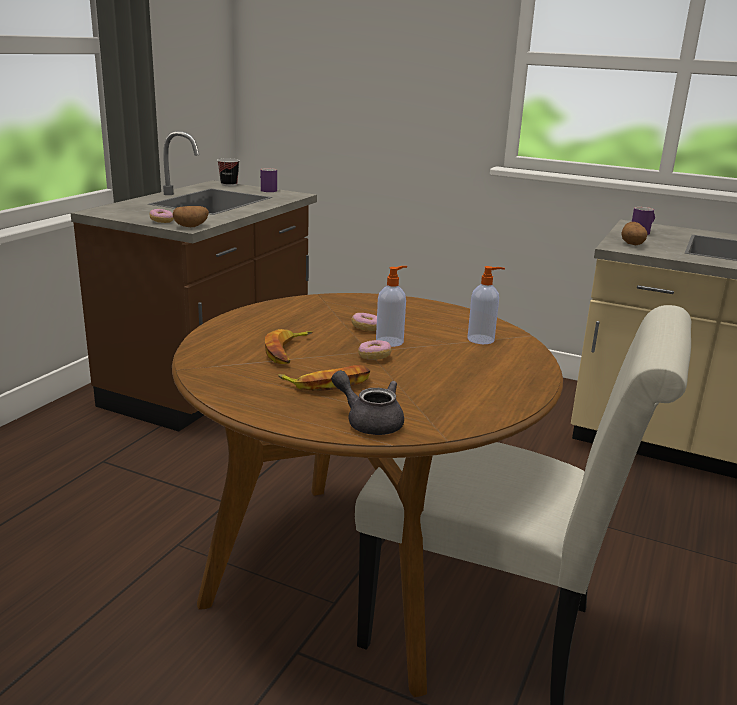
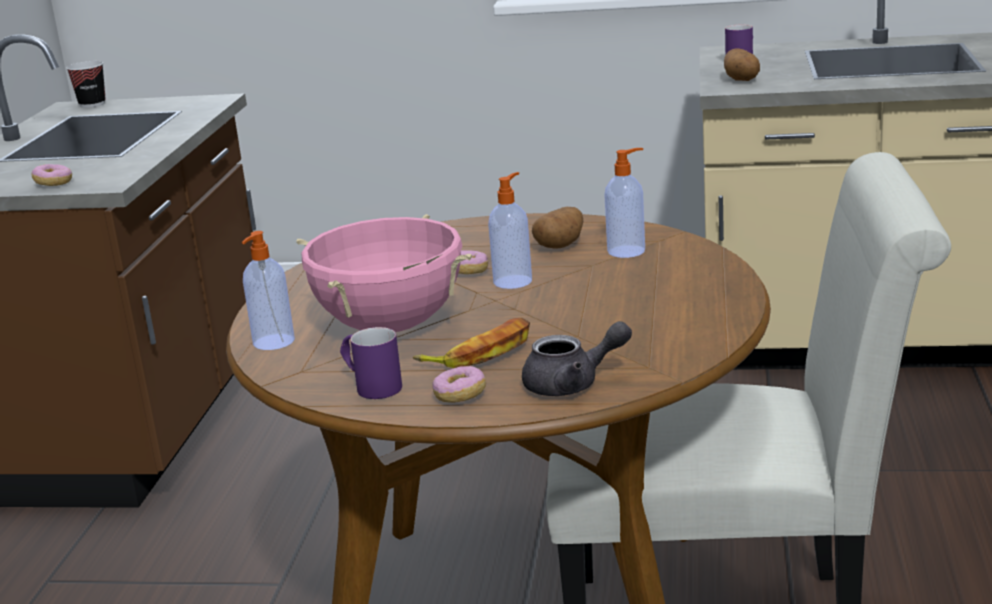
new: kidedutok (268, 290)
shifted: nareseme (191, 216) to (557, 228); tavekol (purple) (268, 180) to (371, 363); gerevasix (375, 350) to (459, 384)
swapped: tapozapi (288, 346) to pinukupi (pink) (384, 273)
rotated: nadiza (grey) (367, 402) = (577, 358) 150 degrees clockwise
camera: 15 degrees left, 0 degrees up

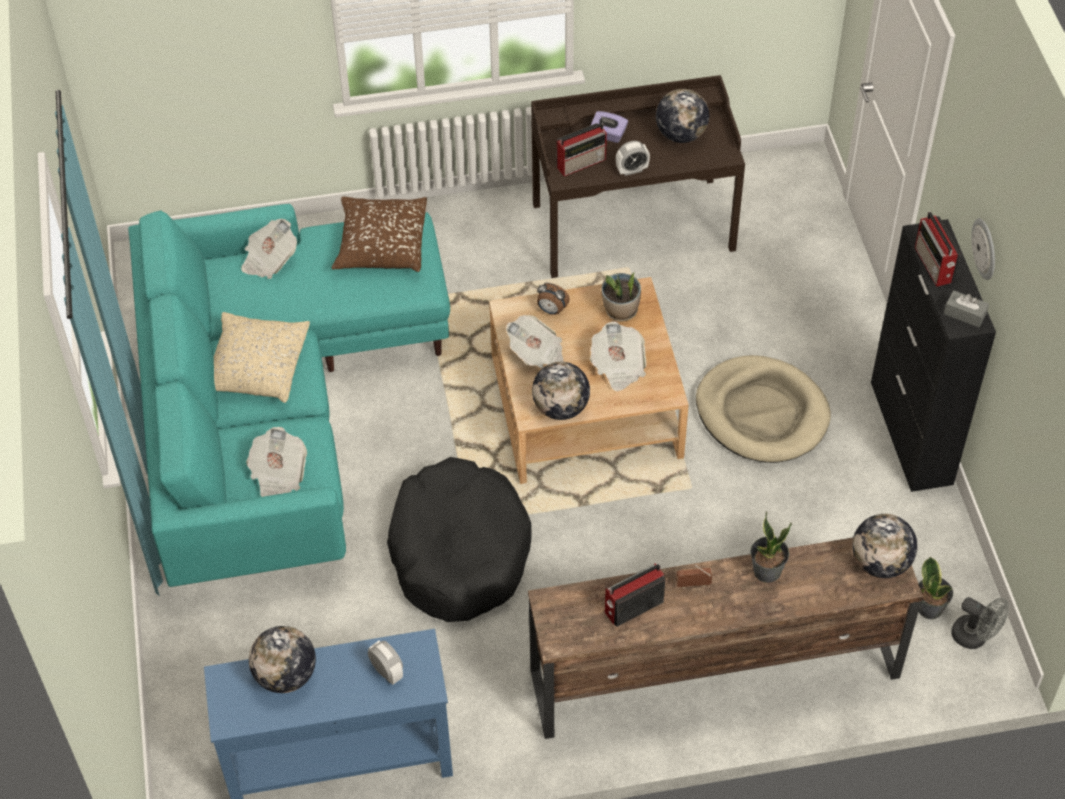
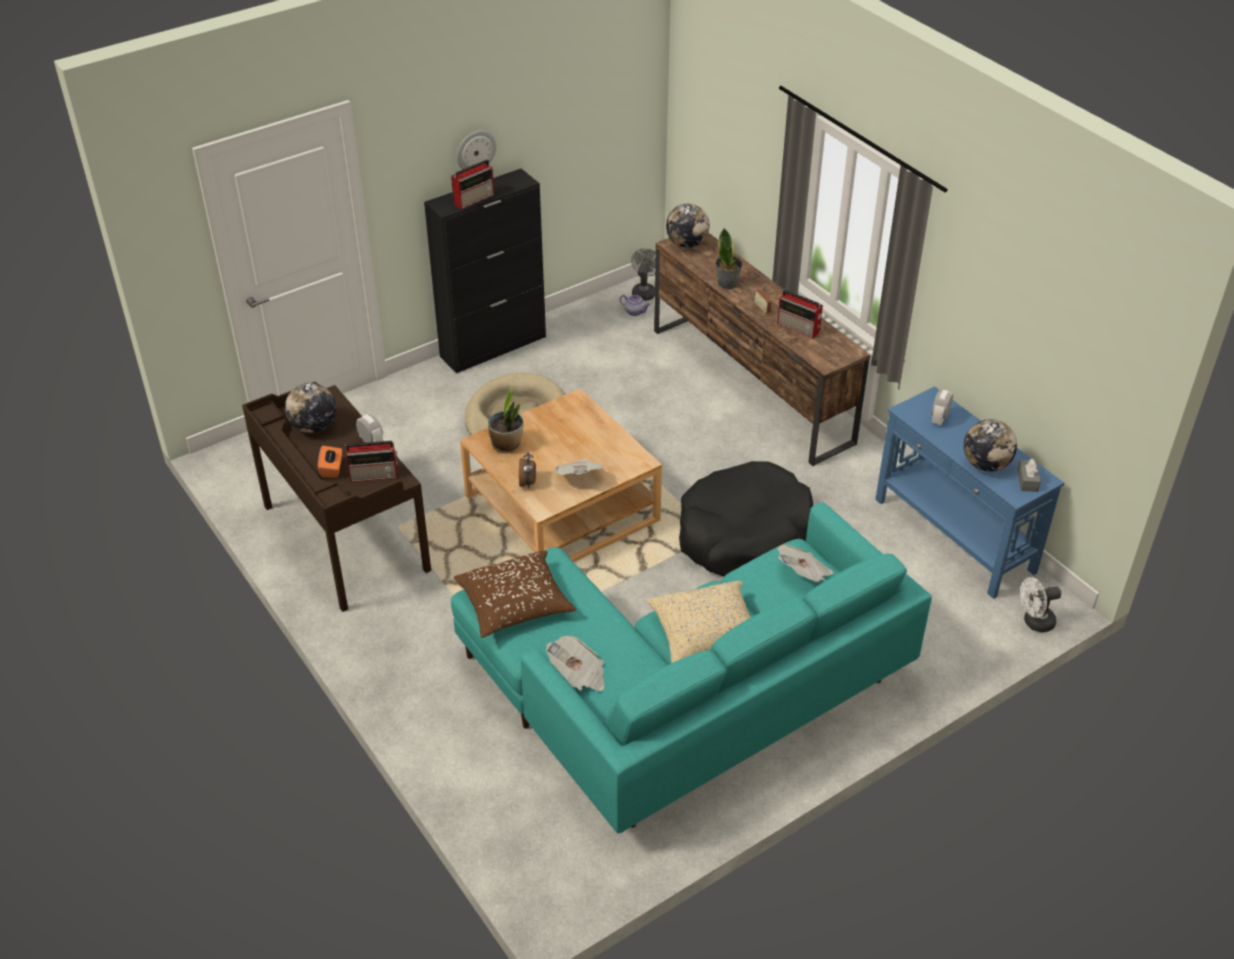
gone: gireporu (561, 391); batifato (618, 356)
new: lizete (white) (1040, 604)
shifted: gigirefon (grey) (966, 308) to (1029, 475)
swapped: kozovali (936, 587) to nadiza (635, 305)
repainted: gigirefon (purple) (609, 127) to gigirefon (orange) (330, 462)
rotated: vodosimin (581, 149) = (371, 461) 135 degrees clockwise
camera: 115 degrees left, 10 degrees down

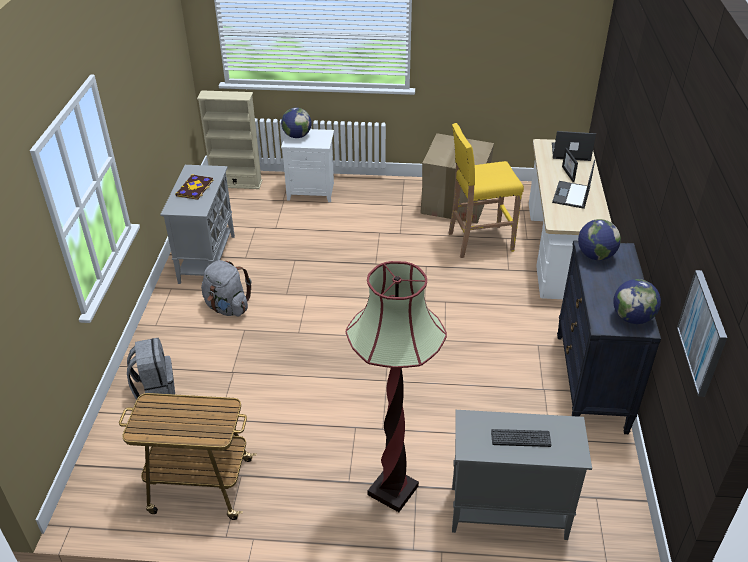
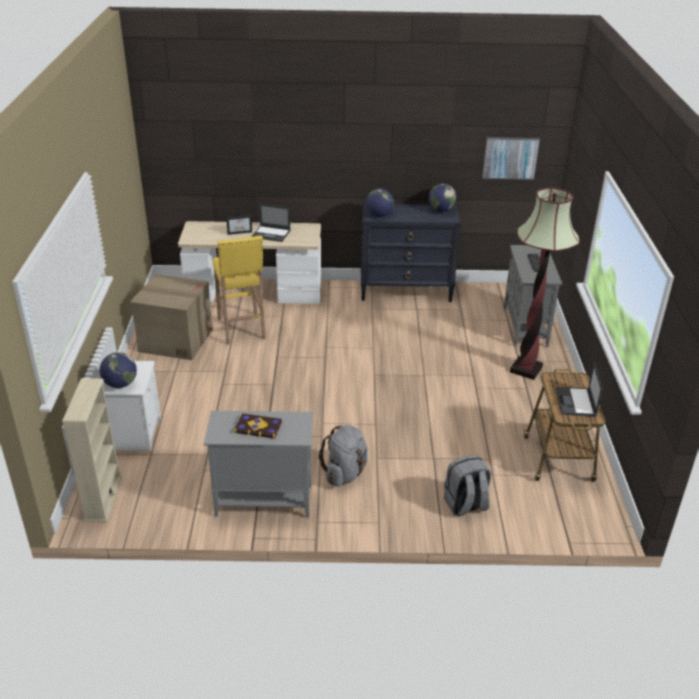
shifted: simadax (574, 146) to (579, 389)
camera: 95 degrees left, 5 degrees down

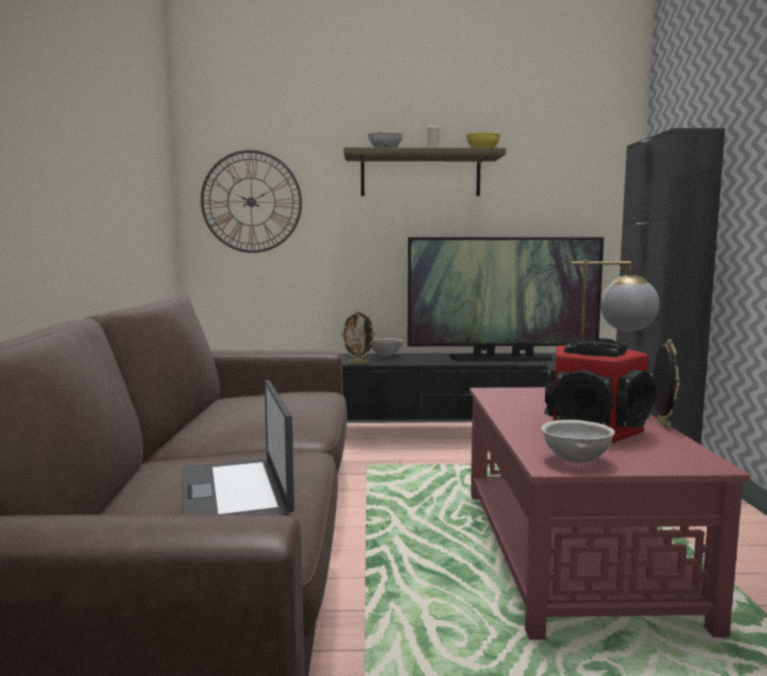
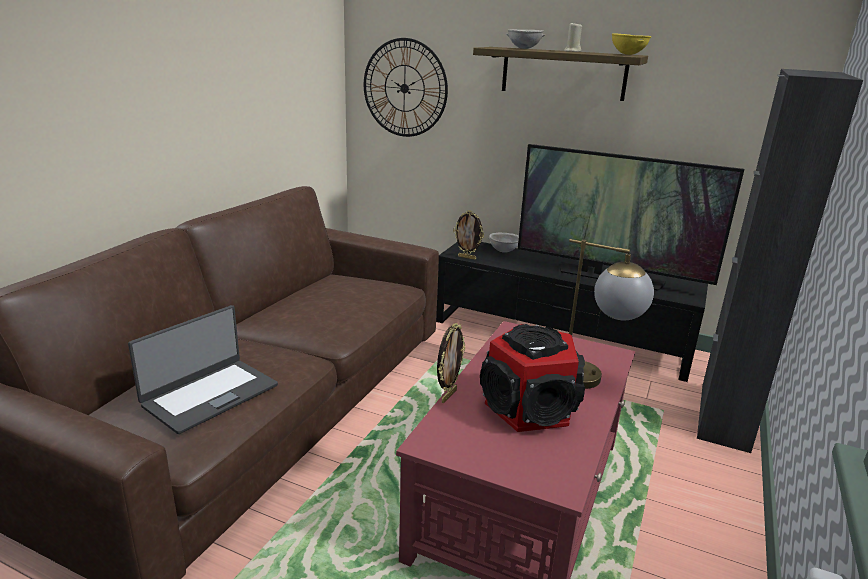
gone: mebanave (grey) (578, 441)
shifted: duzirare (666, 384) to (451, 363)
rotated: simadax (238, 447) = (203, 369) 150 degrees counterclockwise
camera: 25 degrees right, 15 degrees up

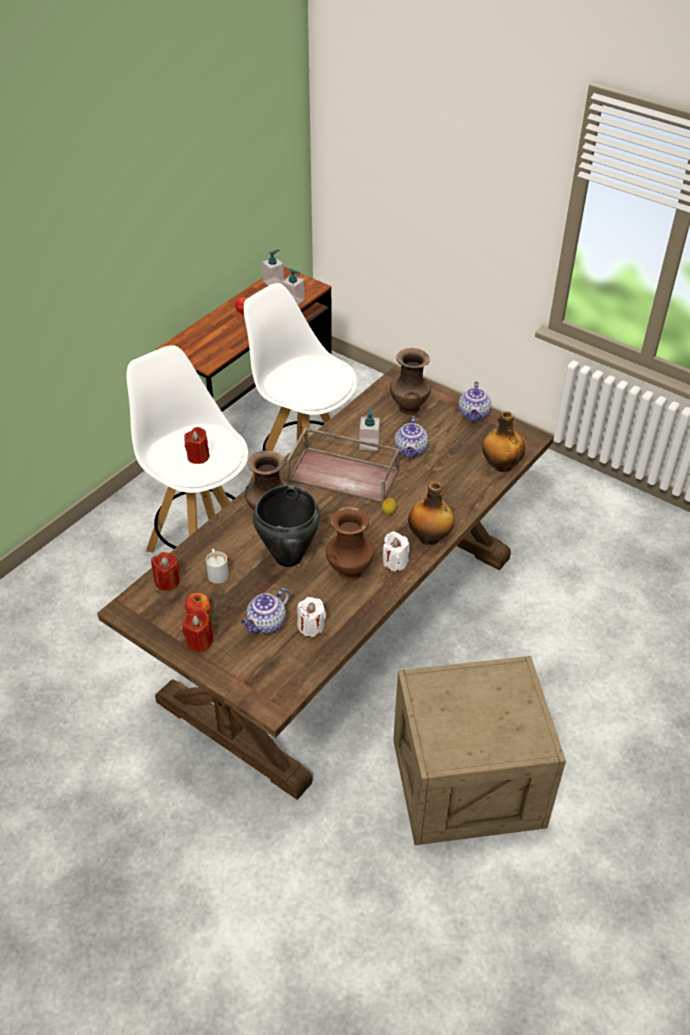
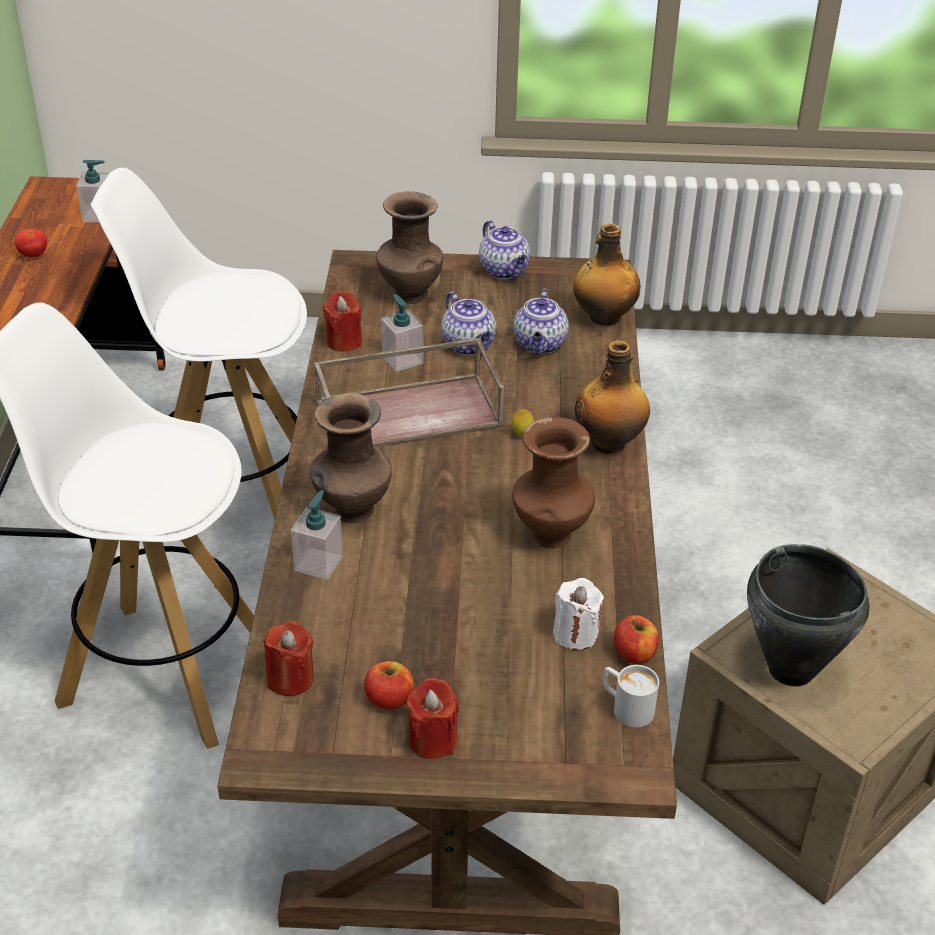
gone: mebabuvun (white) (396, 551)
new: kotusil (636, 639)
shifted: mebabuvun (red) (197, 445) to (342, 321); tavekol (white) (217, 566) to (630, 696); nadiza (265, 611) to (541, 321); pinukupi (black) (286, 526) to (808, 615); kidedutok (273, 267) to (317, 535)
camera: 35 degrees left, 5 degrees down

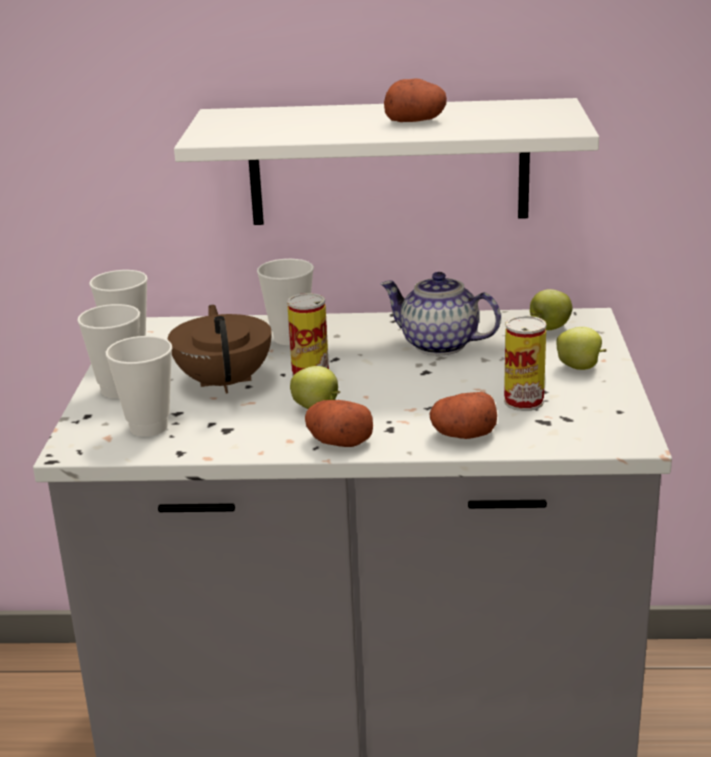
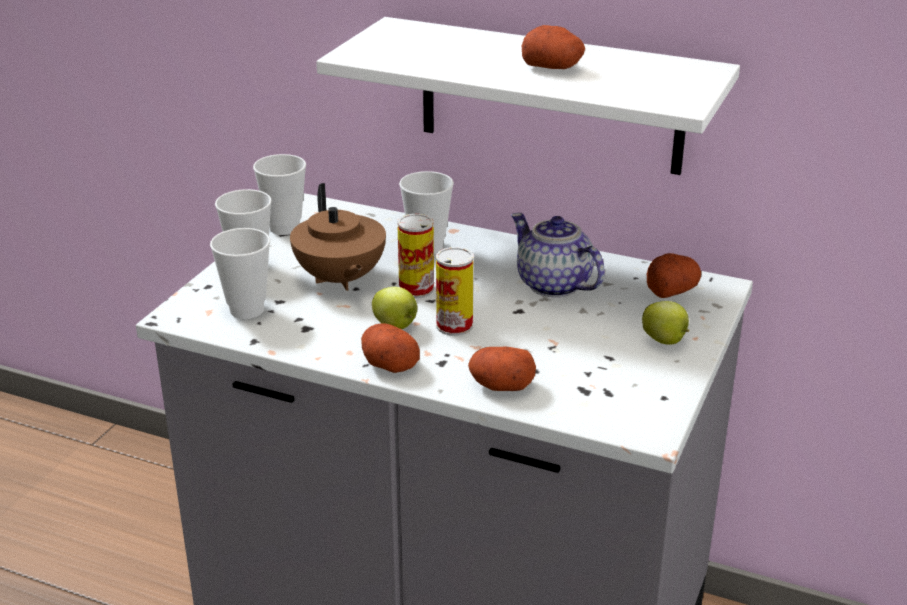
shifted: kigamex (525, 363) to (454, 291)
swapped: kotusil (551, 309) to nareseme (674, 275)
rotated: nadiza (brown) (220, 349) = (338, 237) 150 degrees clockwise
camera: 20 degrees right, 5 degrees up

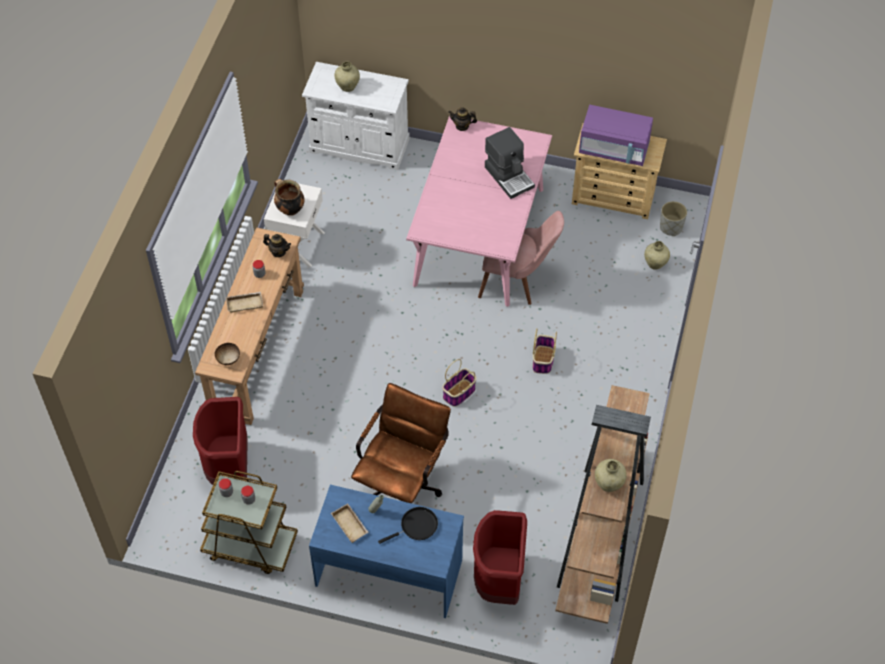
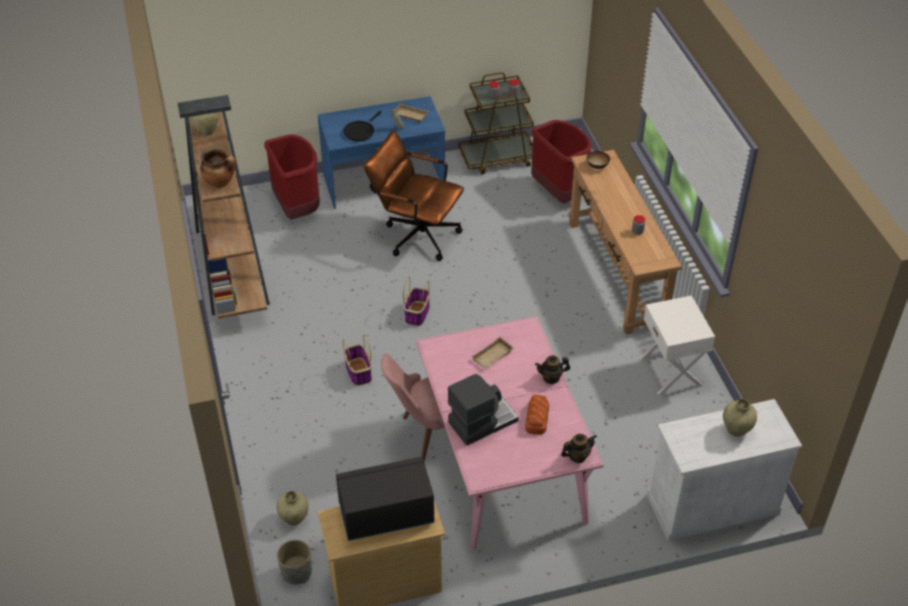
new: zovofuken (537, 415)
shifted: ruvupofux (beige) (244, 302) to (493, 353); nadiza (277, 245) to (552, 369); pinukupi (289, 197) to (218, 167)
repainted: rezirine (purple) (616, 135) to rezirine (black) (385, 499)
rotated: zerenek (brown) (401, 443) = (414, 196) 120 degrees clockwise; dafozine (510, 163) = (483, 409) 120 degrees clockwise
camera: 150 degrees right, 10 degrees down

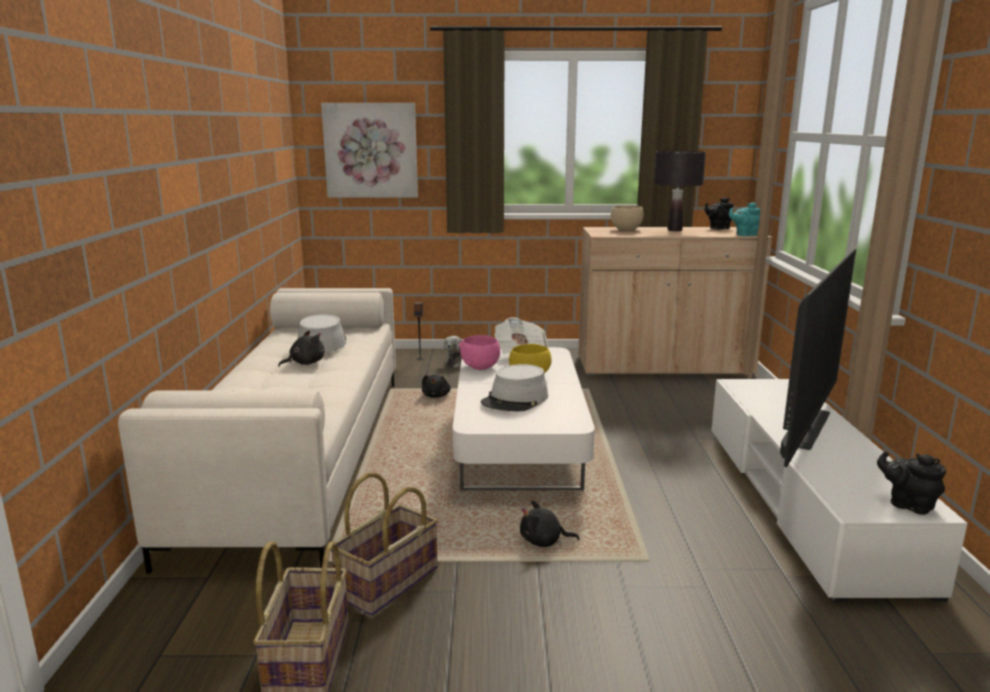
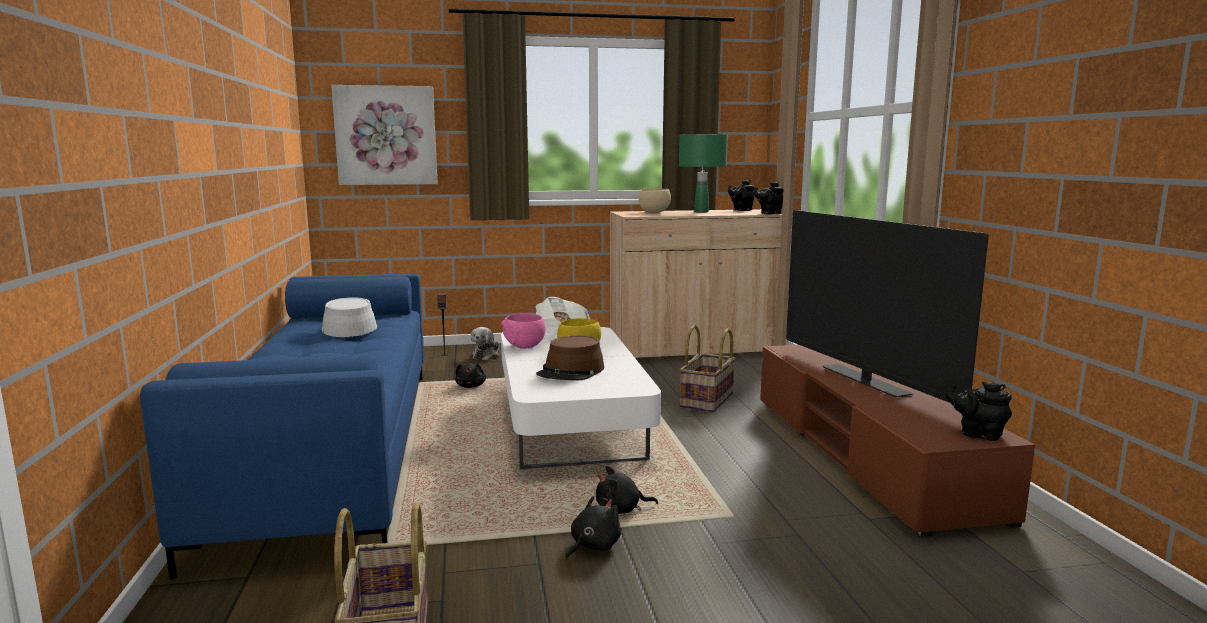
shifted: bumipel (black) (301, 348) to (593, 528); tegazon (384, 544) to (707, 368)
repainted: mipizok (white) (257, 431) to mipizok (blue) (282, 426); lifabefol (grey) (514, 387) to lifabefol (brown) (570, 358); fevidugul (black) (680, 191) to fevidugul (green) (703, 173); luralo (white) (839, 490) to luralo (brown) (897, 441); nadiza (turquoise) (744, 219) to nadiza (black) (769, 198)
rotated: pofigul (818, 358) = (887, 306) 135 degrees clockwise
camera: 10 degrees left, 5 degrees down

